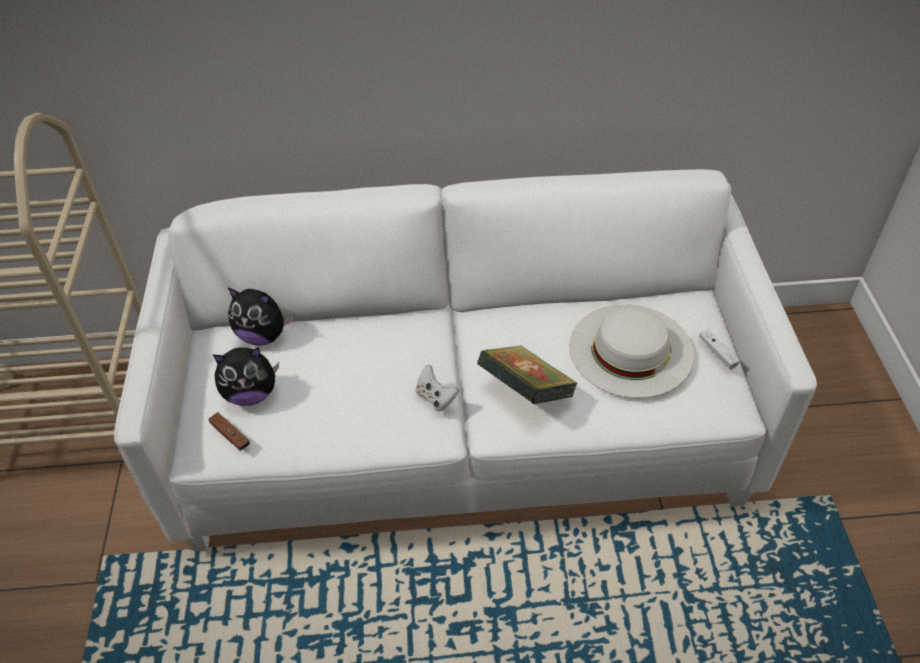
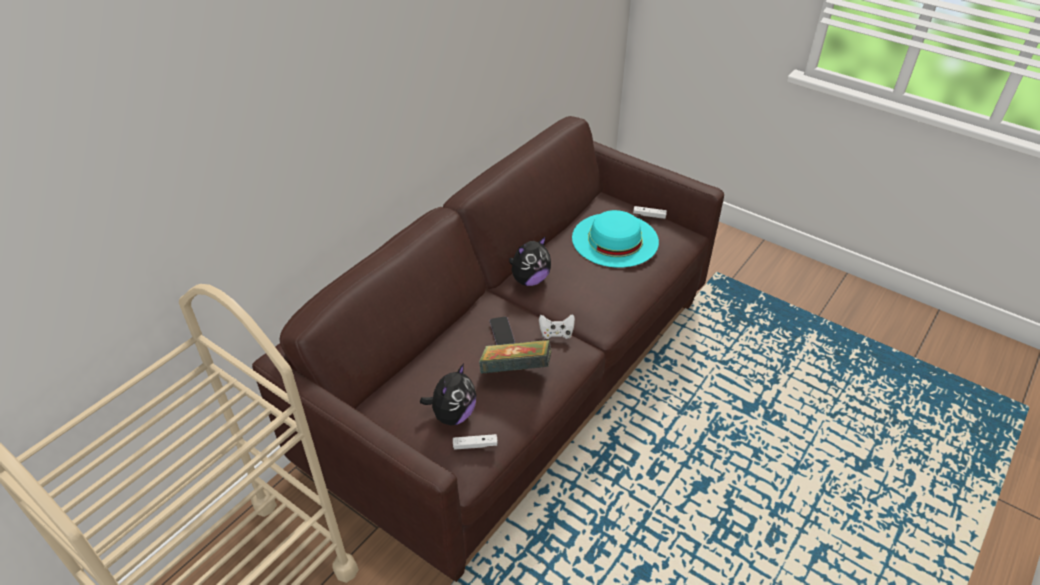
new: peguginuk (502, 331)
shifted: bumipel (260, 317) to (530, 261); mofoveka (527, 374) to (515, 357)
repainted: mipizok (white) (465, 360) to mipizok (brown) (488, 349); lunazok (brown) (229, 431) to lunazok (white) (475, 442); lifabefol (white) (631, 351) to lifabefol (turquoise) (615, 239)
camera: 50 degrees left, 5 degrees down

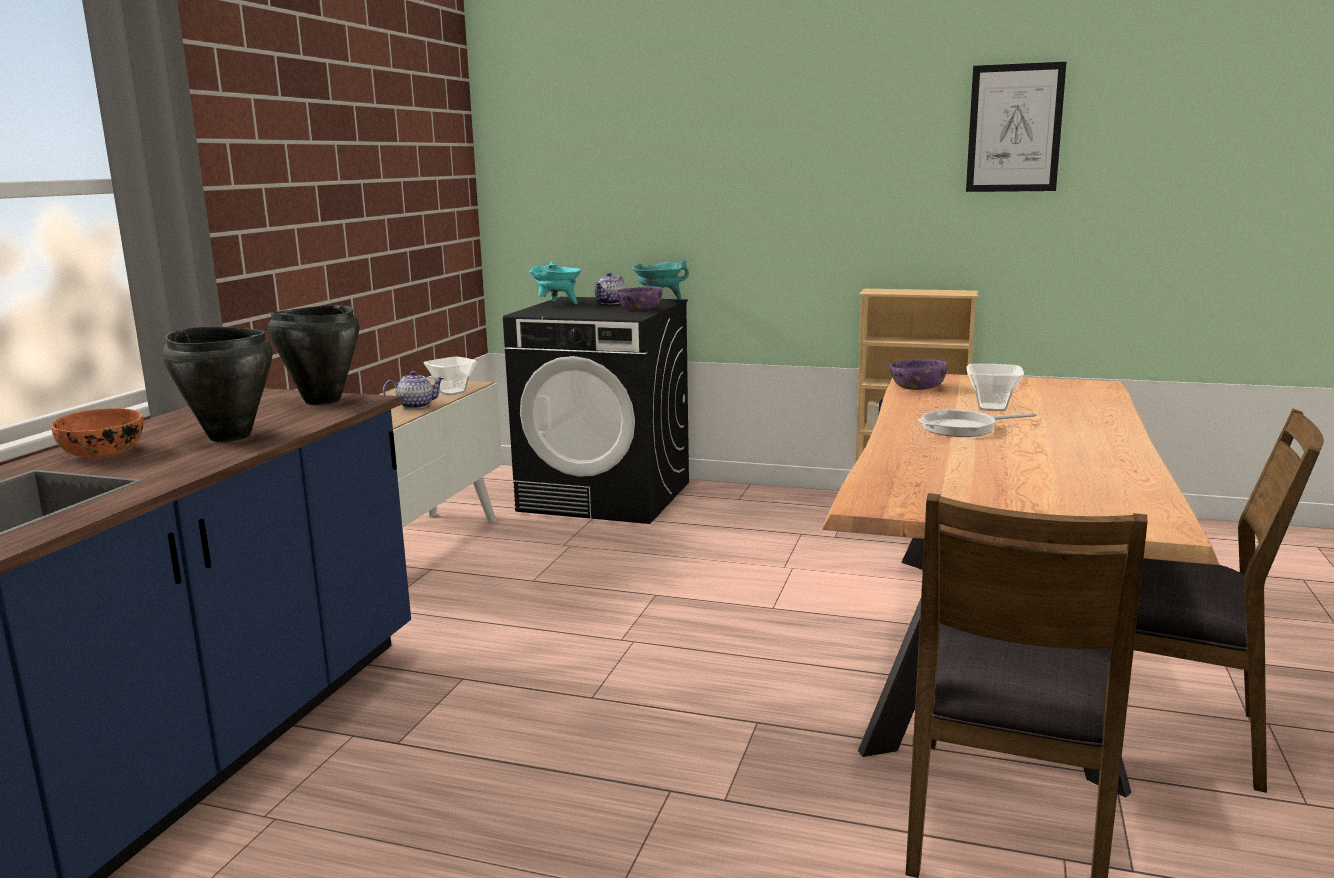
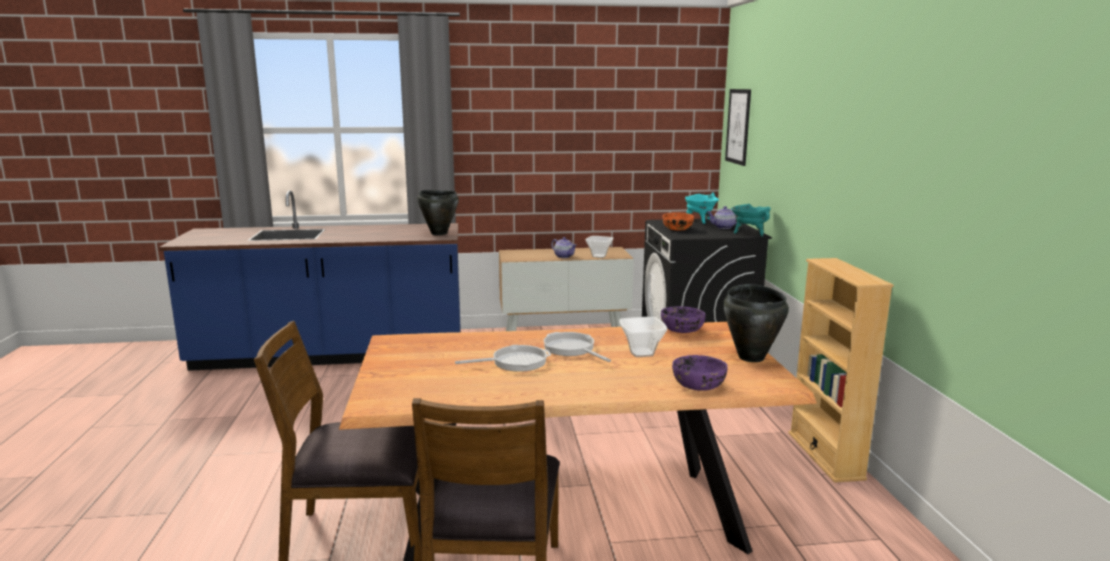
new: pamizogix (503, 358)
shifted: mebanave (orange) (97, 433) to (678, 221); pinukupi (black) (217, 384) to (756, 323); mebanave (purple) (639, 298) to (699, 373); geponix (1016, 127) to (738, 127)
camera: 65 degrees right, 0 degrees up

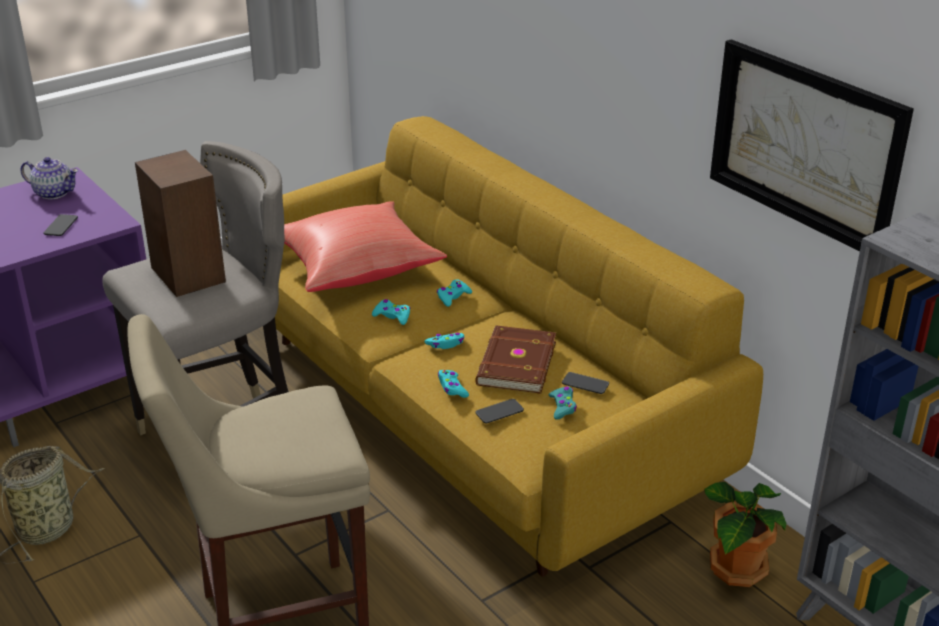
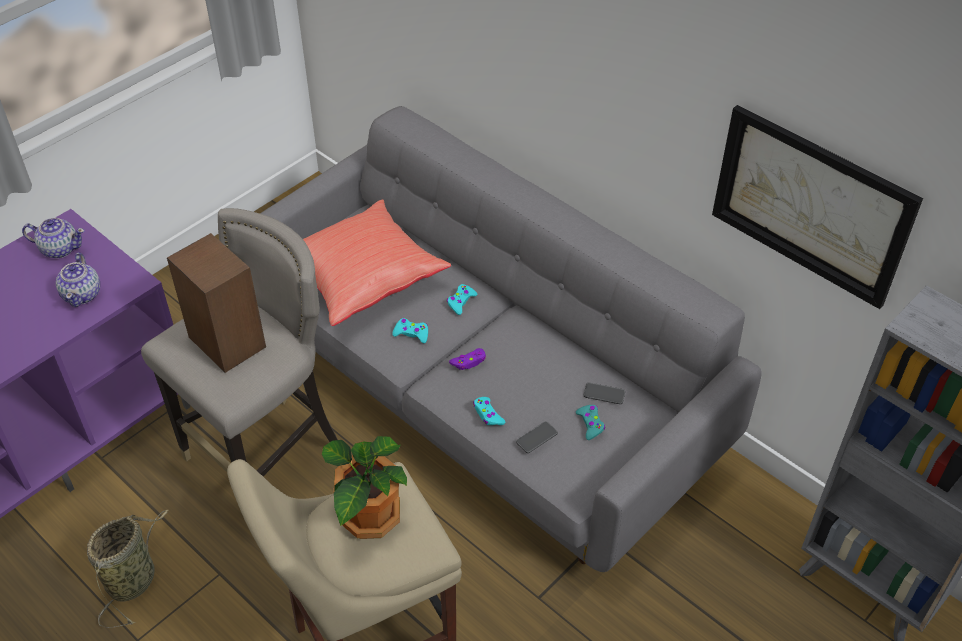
gone: mofoveka (brown) (515, 360)
shifted: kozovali (745, 534) to (364, 487)
swapped: peguginuk (60, 225) to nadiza (78, 280)
repainted: mipizok (yellow) (519, 346) to mipizok (grey) (510, 339); lunazok (turquoise) (444, 341) to lunazok (purple) (467, 359)
camera: 10 degrees left, 15 degrees up

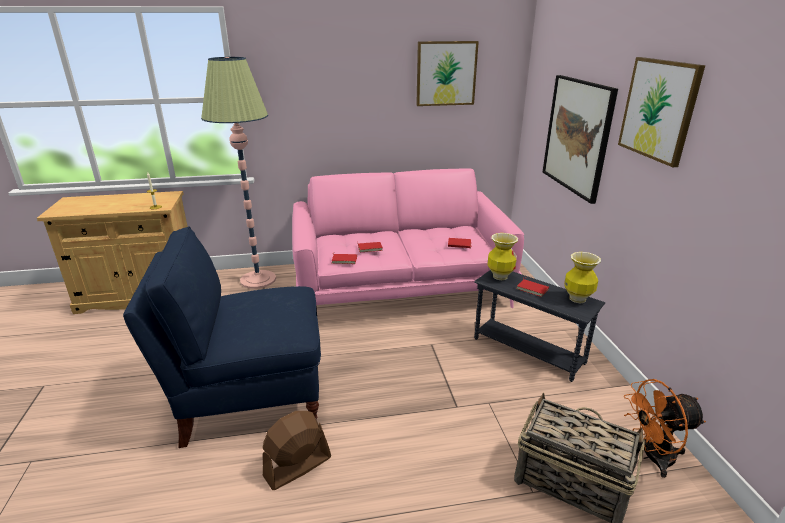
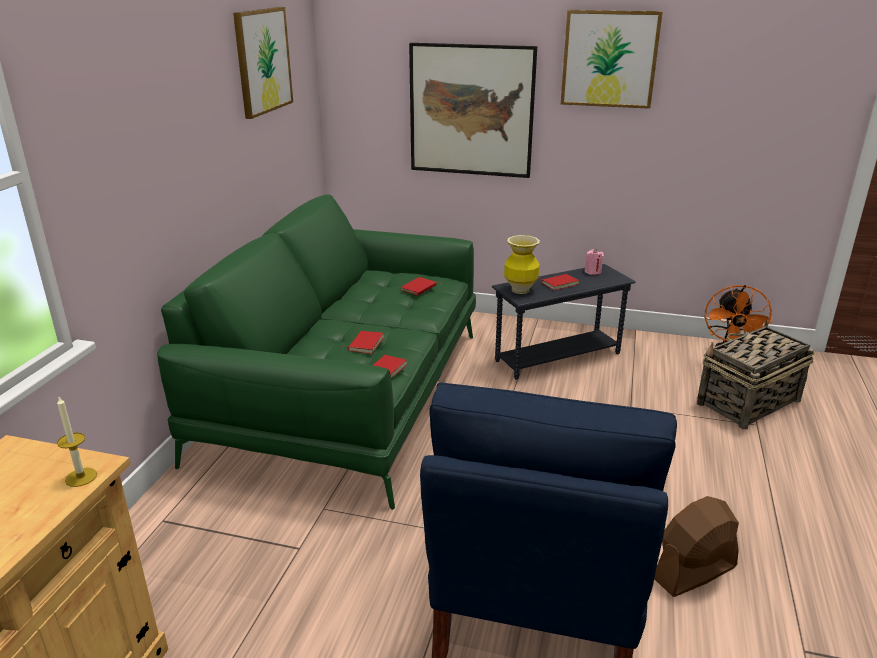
gone: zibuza (238, 173)
swapped: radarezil (582, 277) to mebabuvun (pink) (594, 262)
repainted: mipizok (pink) (408, 238) to mipizok (green) (316, 352)
rotated: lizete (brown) (297, 450) = (696, 546) 75 degrees clockwise
camera: 65 degrees left, 0 degrees up

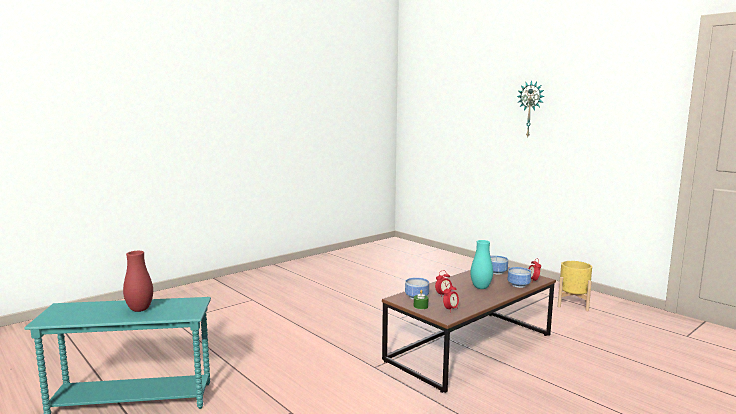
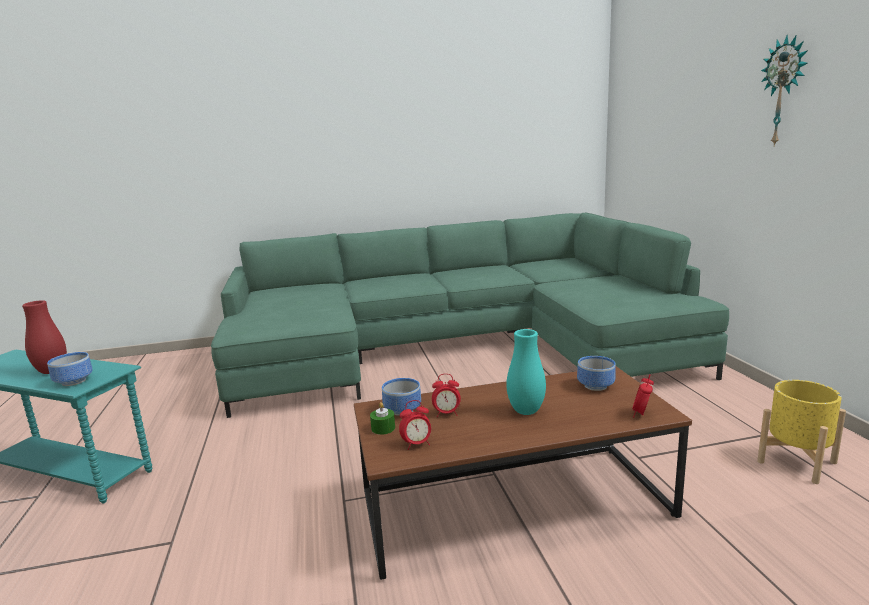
new: mipizok (green) (470, 315)
shifted: mebanave (519, 277) to (70, 369)
camera: 30 degrees right, 5 degrees up

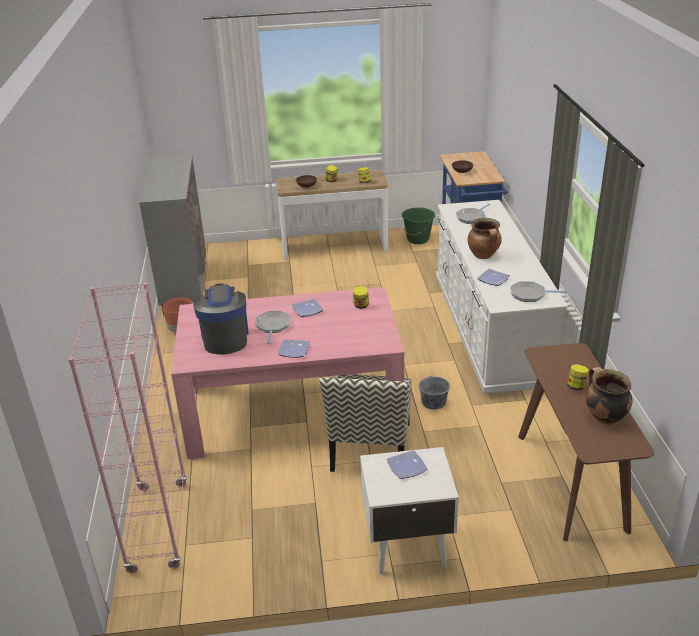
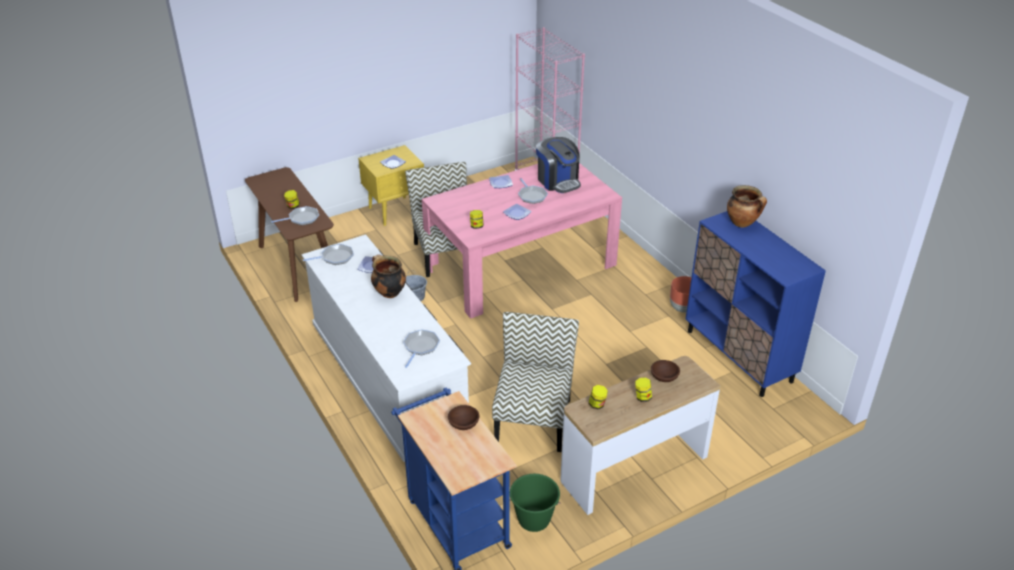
new: pamizogix (295, 215); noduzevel (535, 382)
shifted: pinukupi (608, 396) to (747, 206)
repainted: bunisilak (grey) (172, 235) to bunisilak (blue) (756, 304); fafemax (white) (409, 511) to fafemax (yellow) (391, 185)
camera: 155 degrees right, 5 degrees up

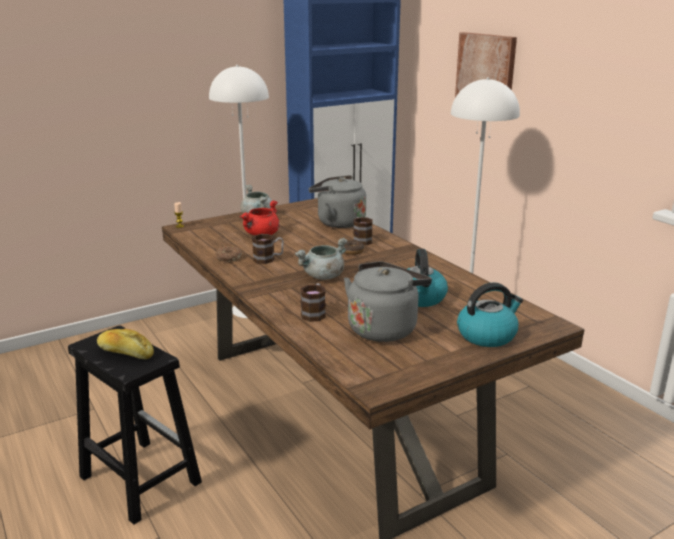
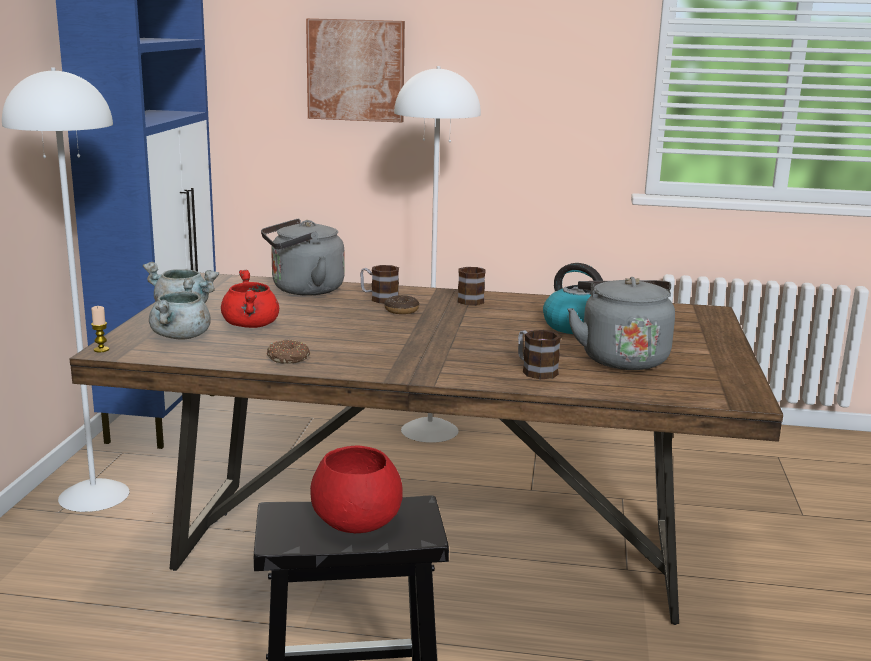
gone: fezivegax (490, 314)
shifted: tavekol (268, 249) to (471, 286); pinukupi (grey) (321, 259) to (180, 309)
swapped: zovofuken (125, 344) to mebanave (red) (356, 489)
camera: 50 degrees left, 5 degrees down

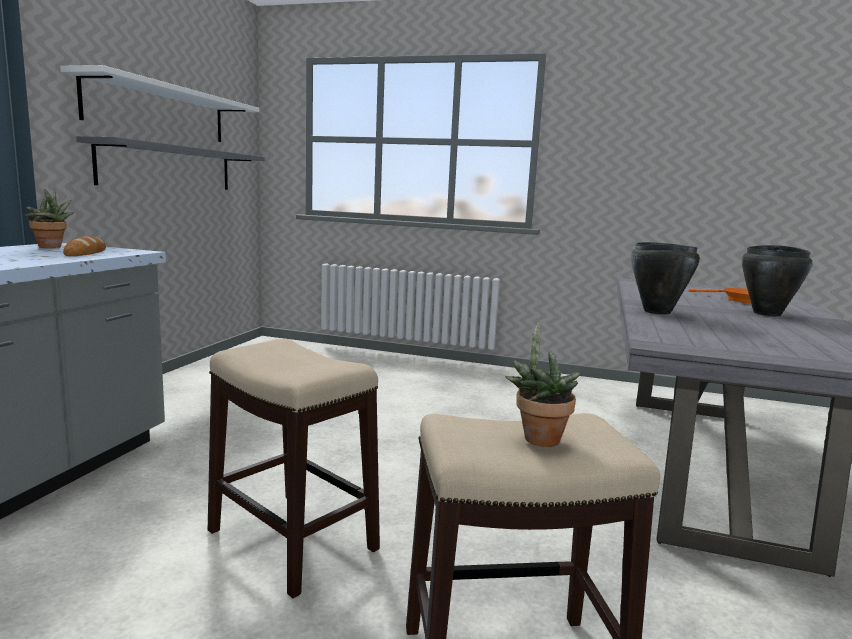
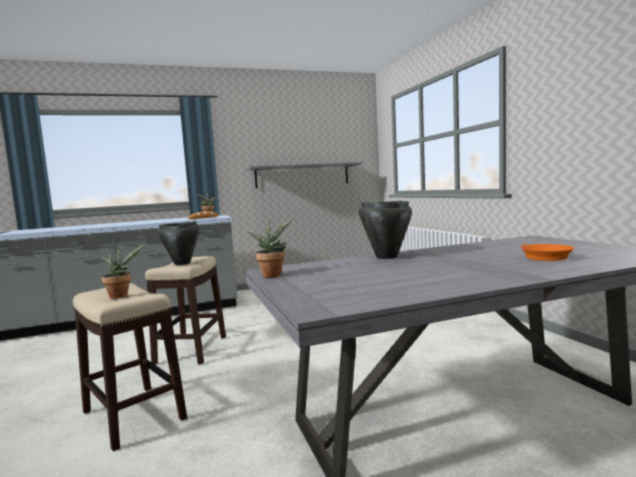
gone: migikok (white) (159, 103)
new: kozovali (270, 248)
shifted: pinukupi (black) (777, 280) to (178, 243)
camera: 55 degrees right, 5 degrees down

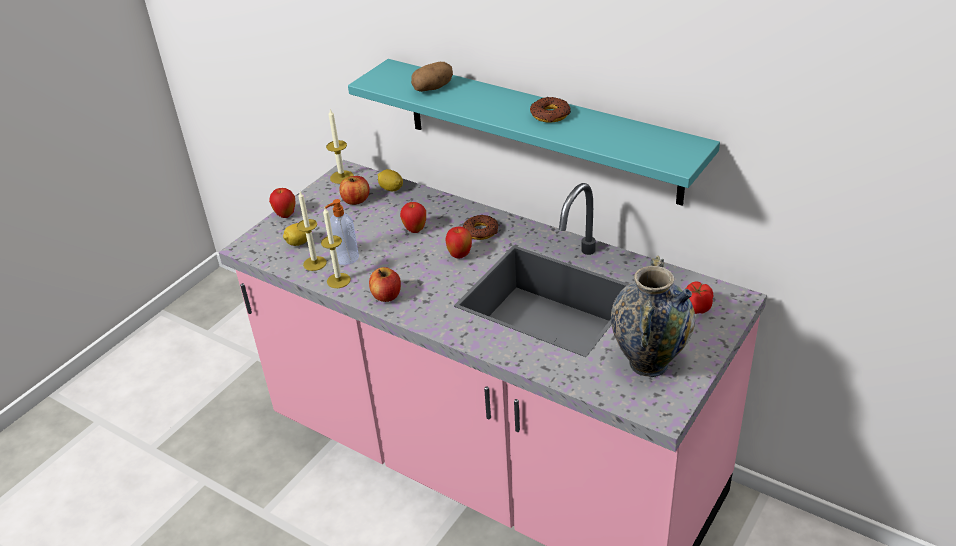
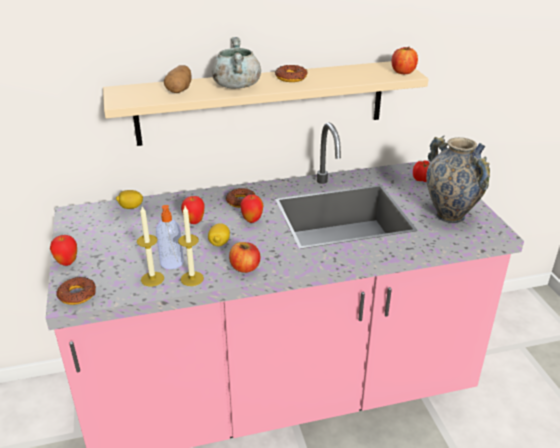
gone: mebabuvun (340, 146)
new: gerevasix (76, 291); pinukupi (grey) (236, 62)
shifted: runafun (297, 234) to (219, 234); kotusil (354, 190) to (405, 60)
repainted: migikok (turquoise) (534, 132) to migikok (beige) (266, 103)
camera: 50 degrees left, 5 degrees down

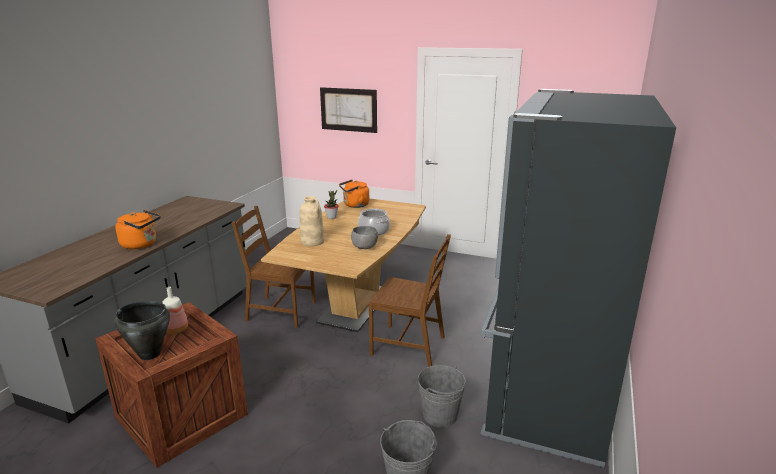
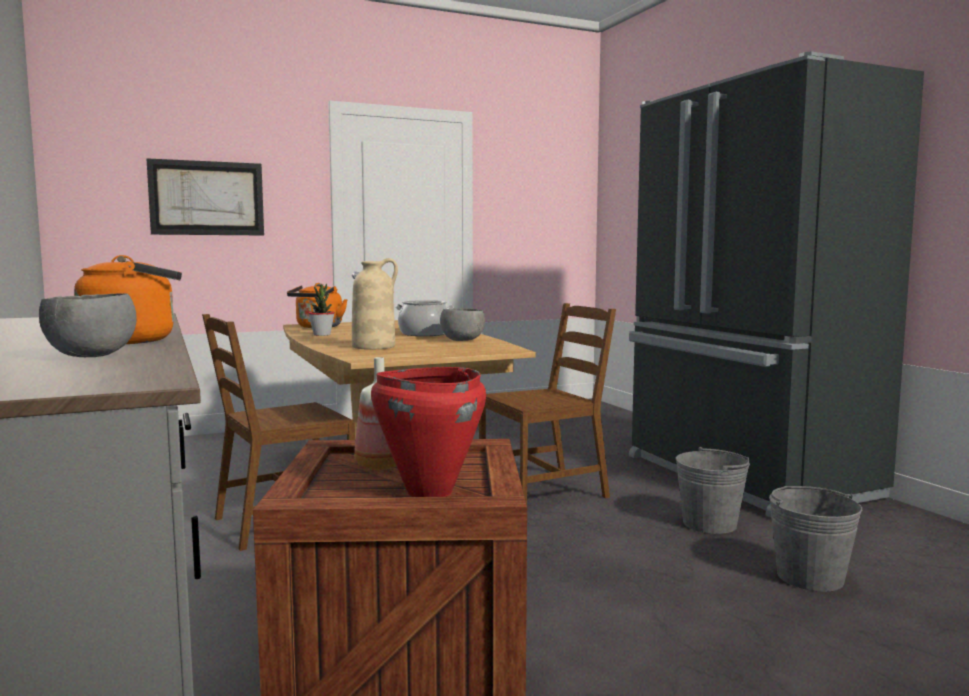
new: mebanave (grey) (88, 325)
repainted: pinukupi (black) (142, 330) to pinukupi (red) (428, 432)
camera: 45 degrees left, 15 degrees down

